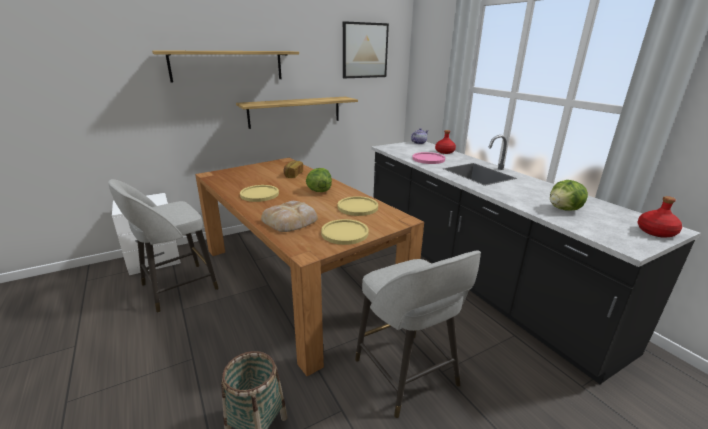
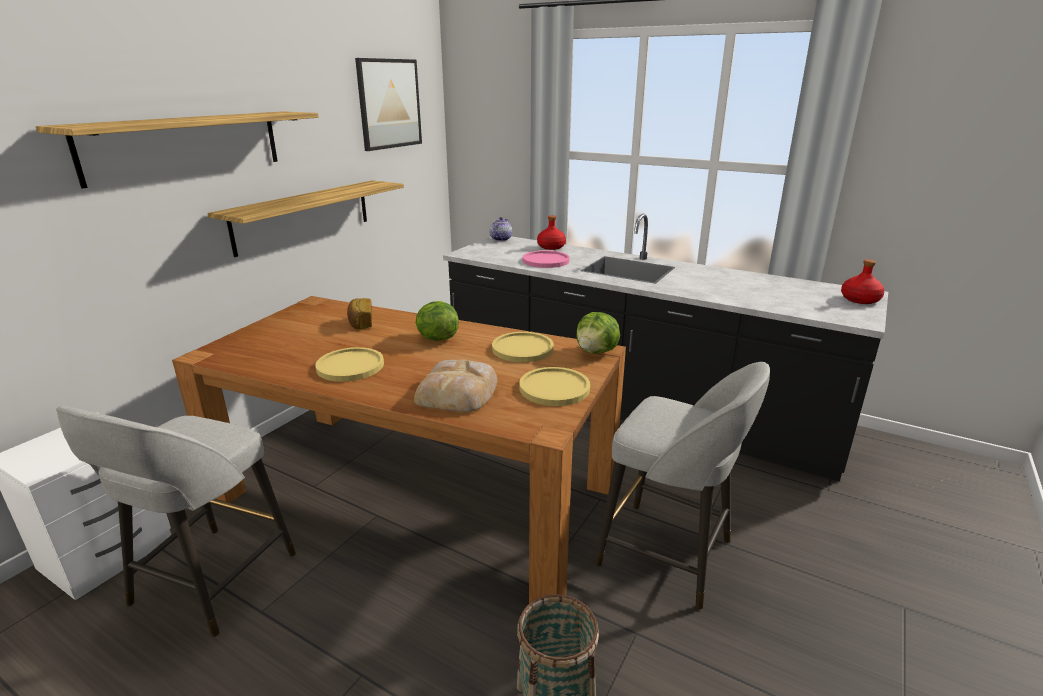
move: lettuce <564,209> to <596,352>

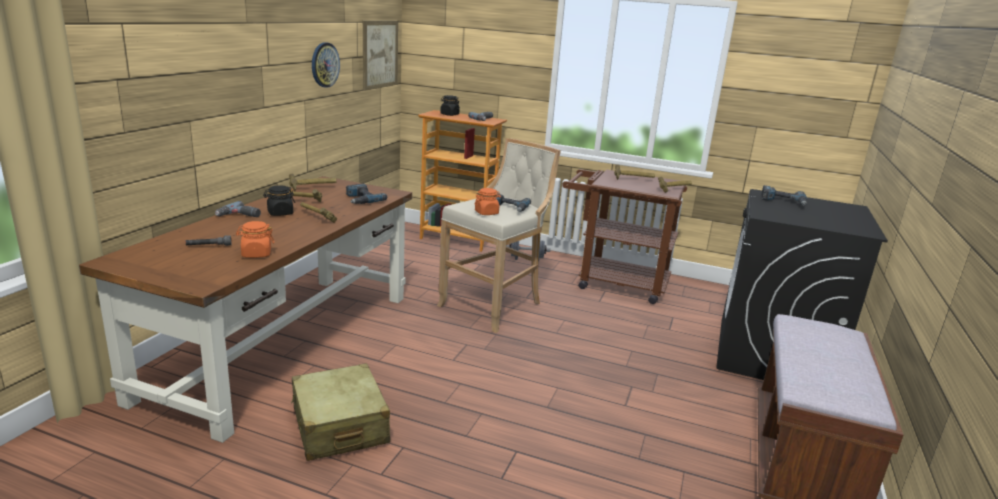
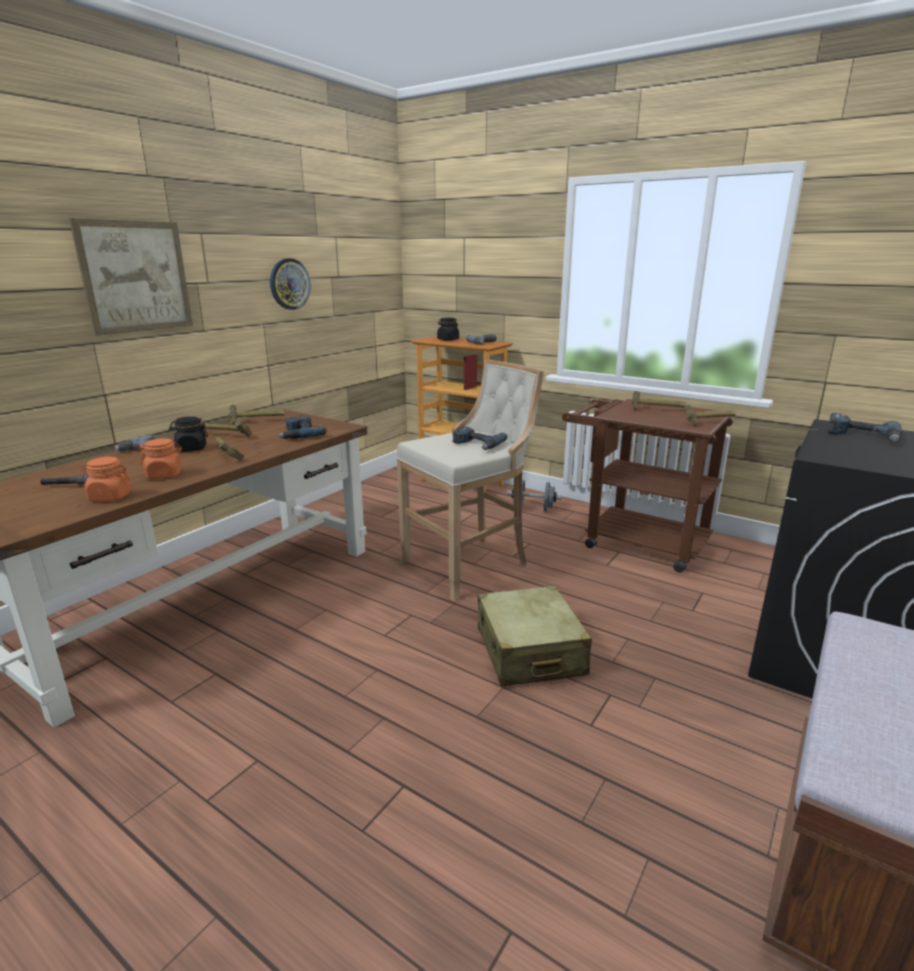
move: beige suitcase <339,426> to <529,651>; wall art <380,54> to <135,277>; orange preserve jar <486,213> to <165,475>

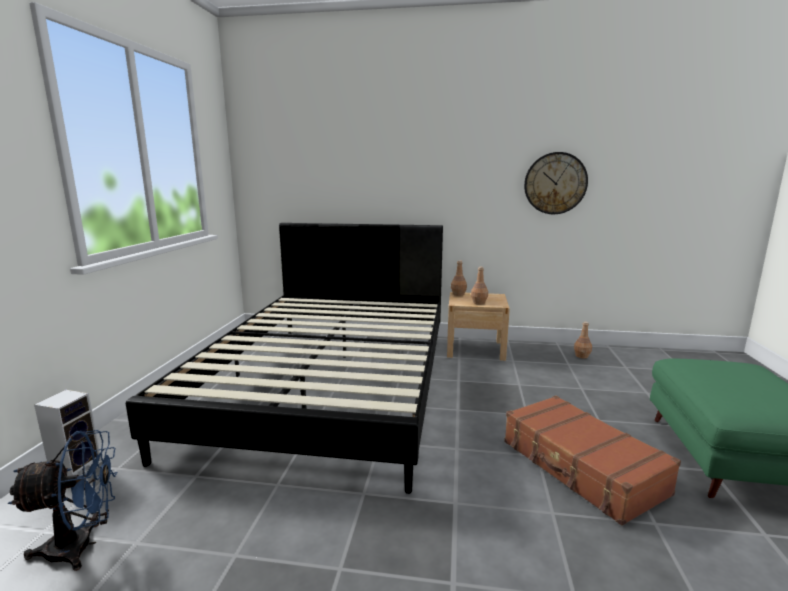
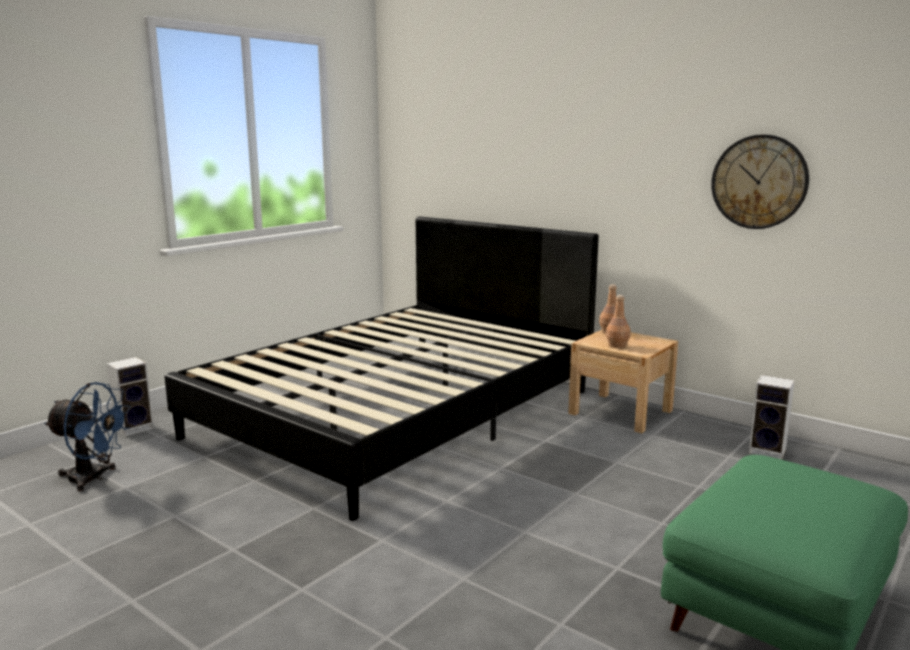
delete: brown-coloured suitcase <581,467>
replace: brown-coloured bottle <582,356> to audio speaker <768,452>

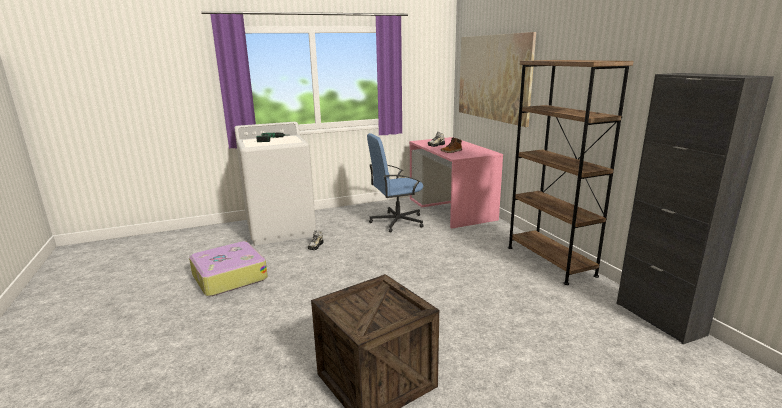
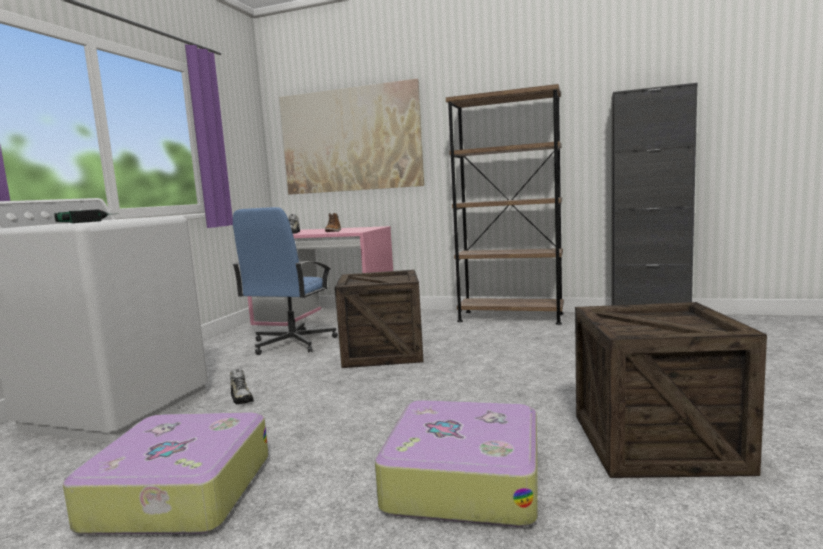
insert: packing crate <382,352>; suitcase <463,479>

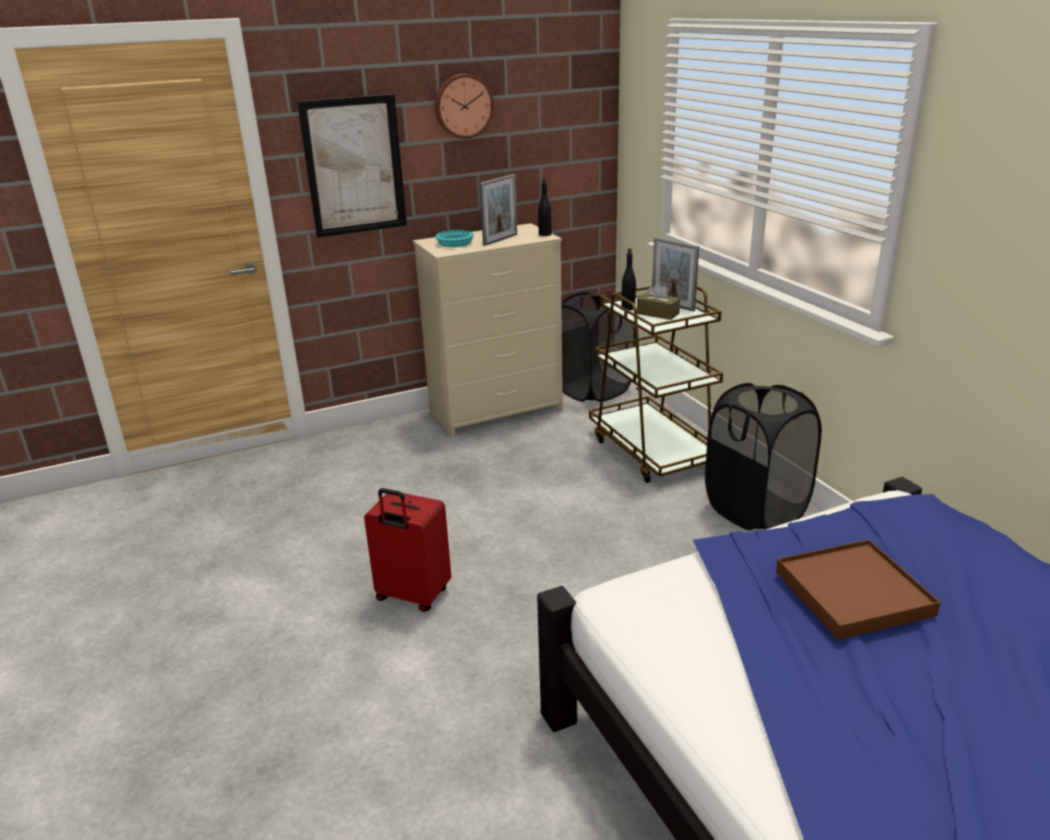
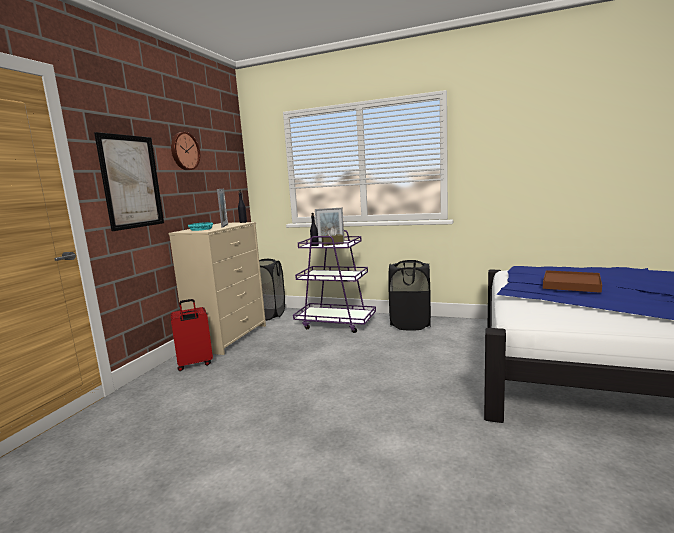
move: red-coloured suitcase <412,596> to <195,364>
recolor: brown-coloured cart <653,451> to purplish cart <336,323>

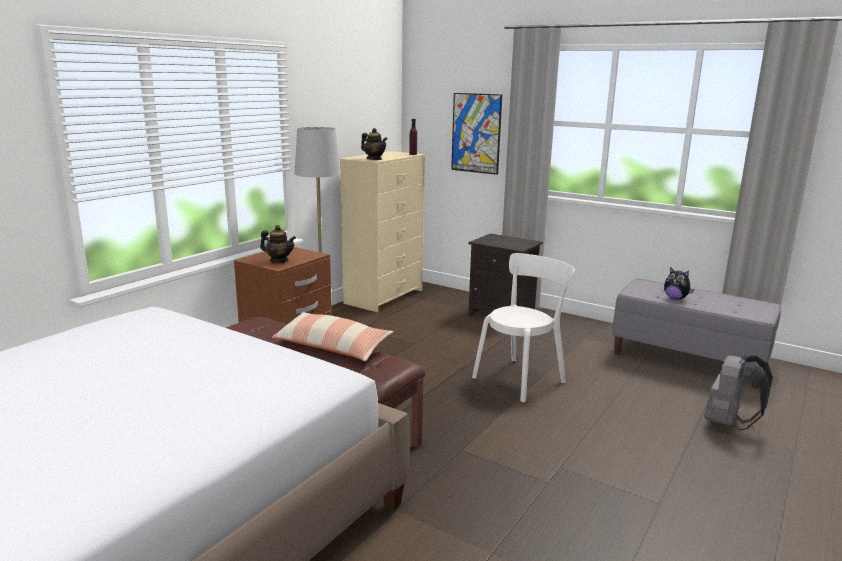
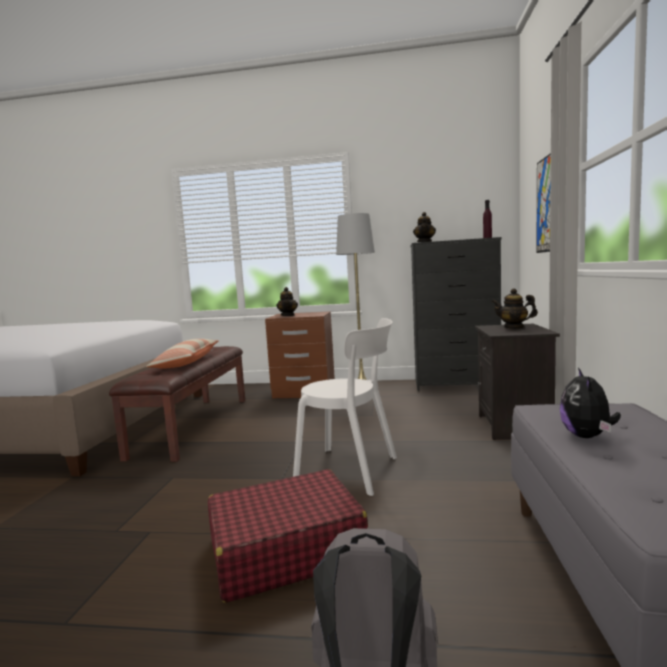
insert: red-coloured suitcase <285,549>; pot for tea <514,327>
recolor: beige drawer chest <384,296> to black drawer chest <457,384>

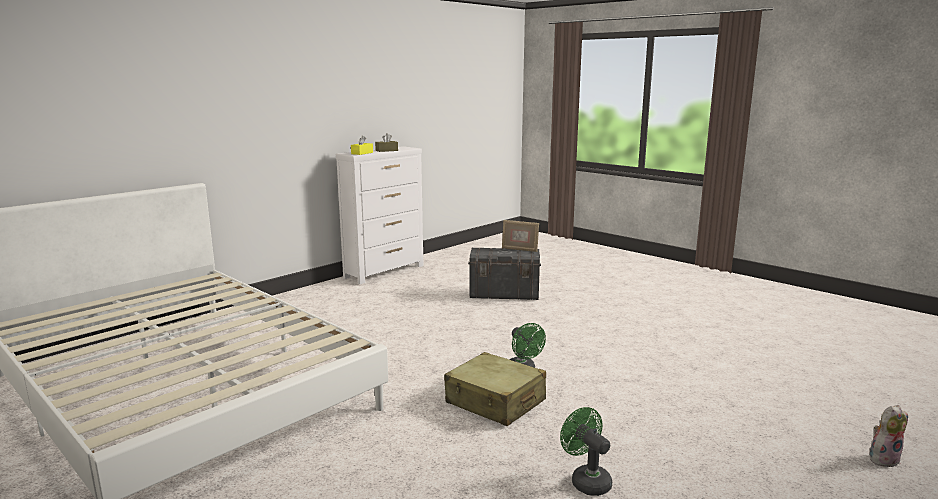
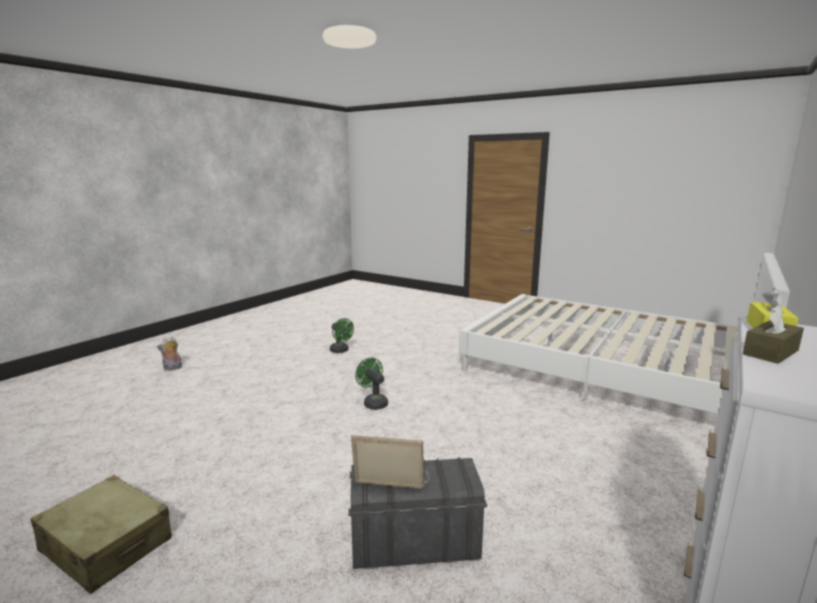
move: beige suitcase <495,402> to <107,545>

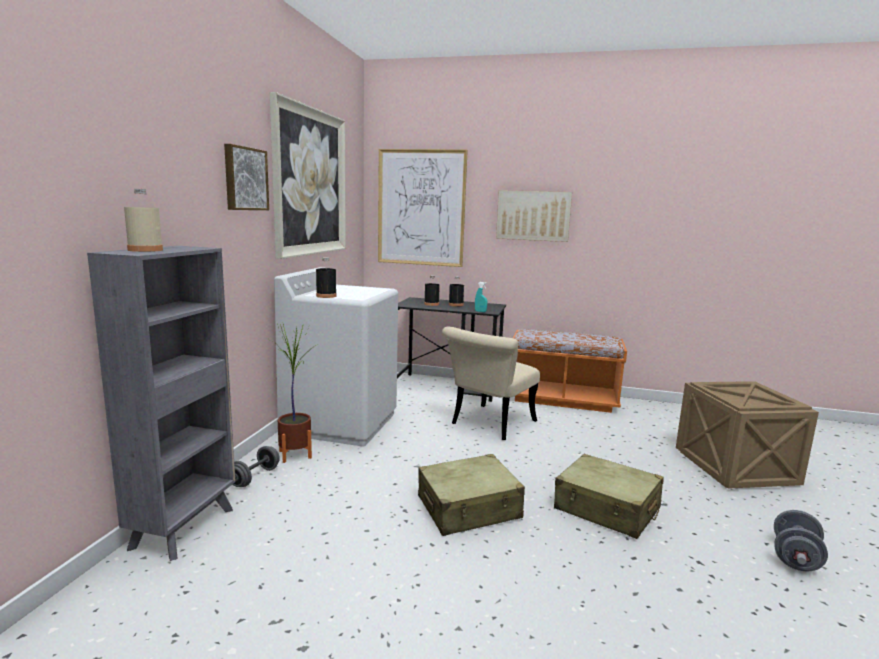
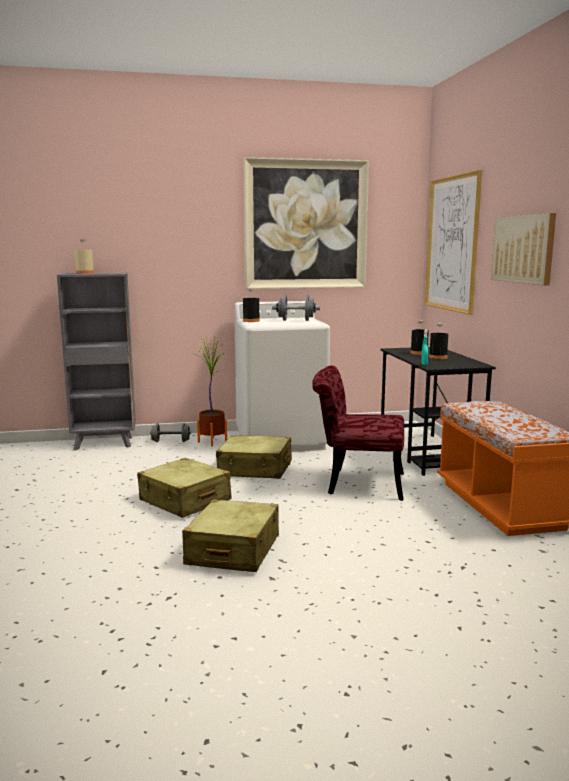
delete: wall art <245,179>; packing crate <733,466>
insert: beige suitcase <255,469>
move: grey dumbbell <795,558> to <296,320>
recolor: beige chair <488,425> to red-coloured chair <356,483>

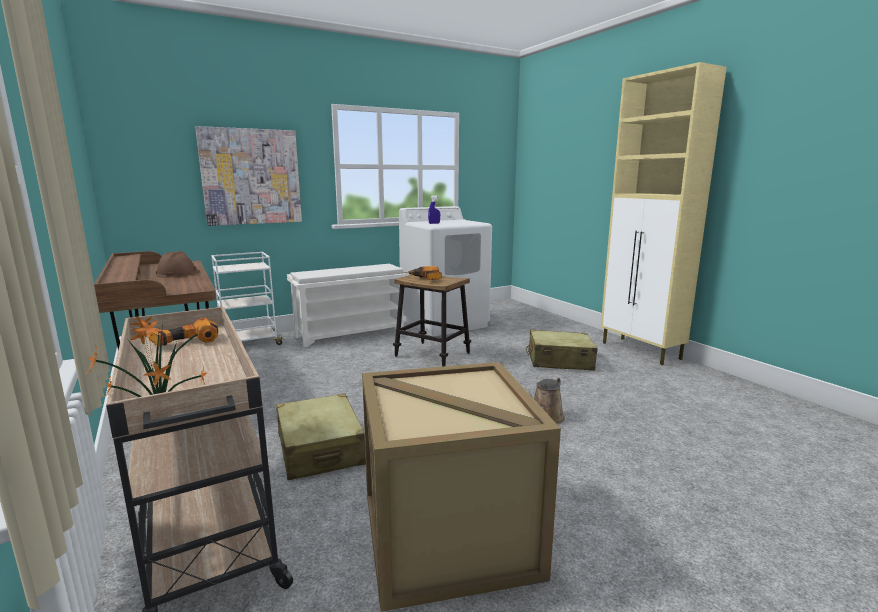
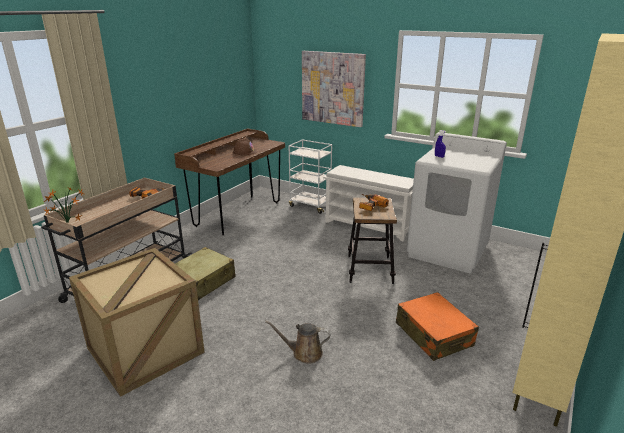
recolor: beige suitcase <559,361> to orange suitcase <433,334>

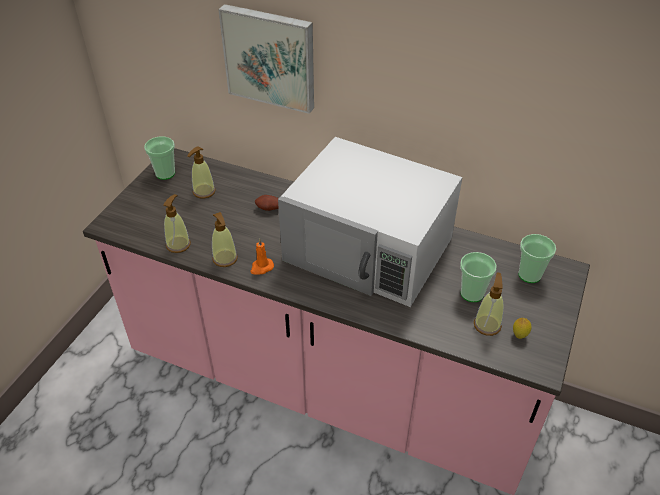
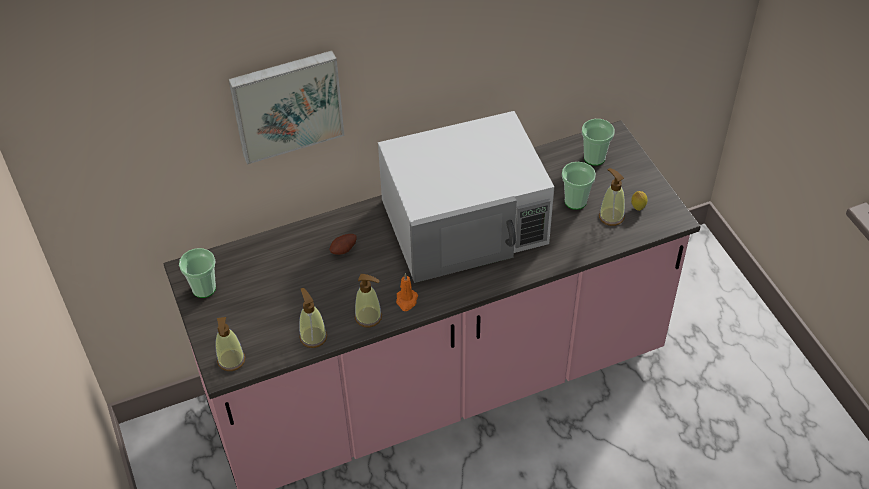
move: soap dispenser <204,191> to <231,360>

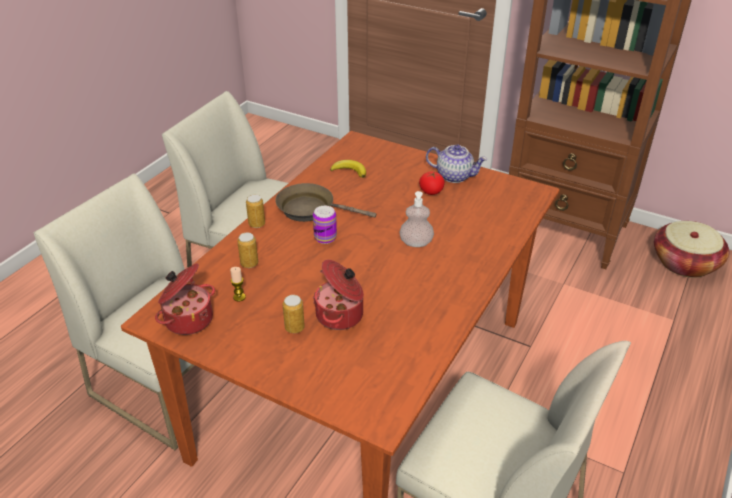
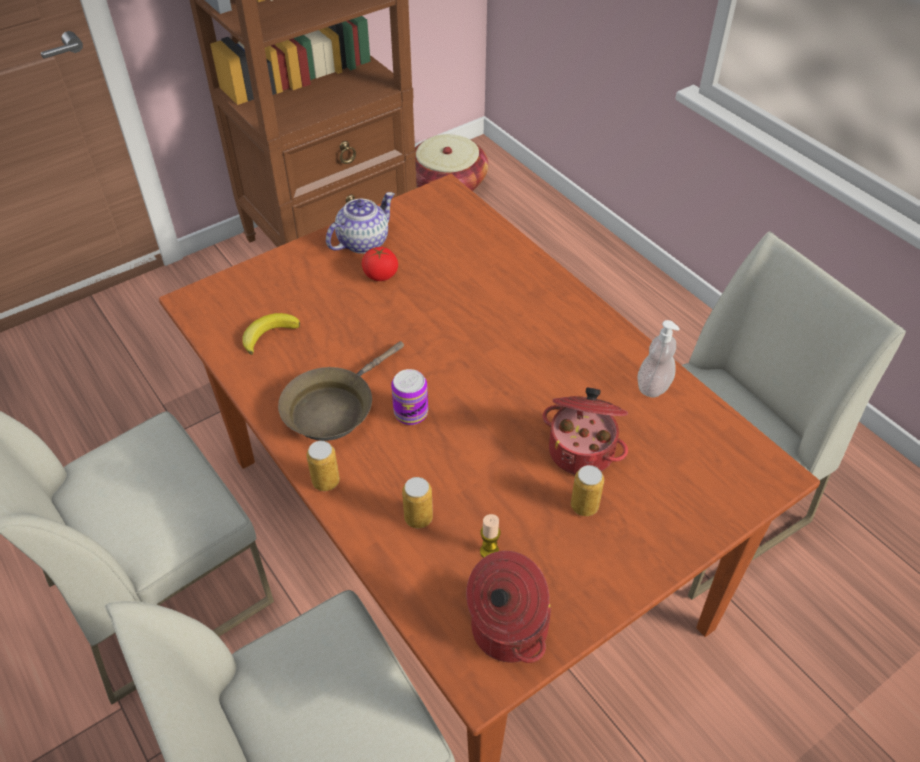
move: soap dispenser <416,243> to <653,386>

